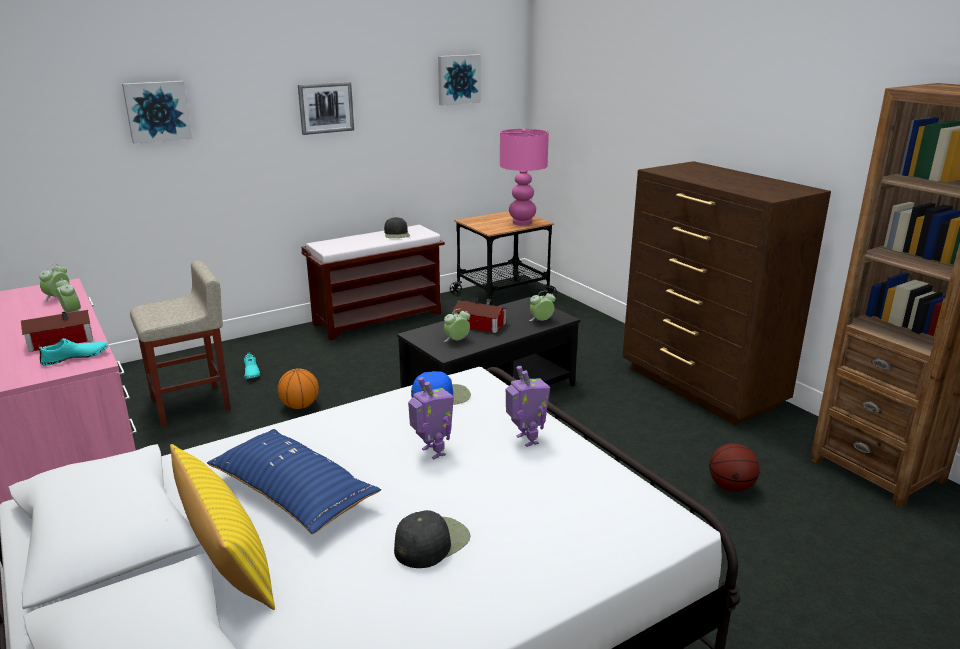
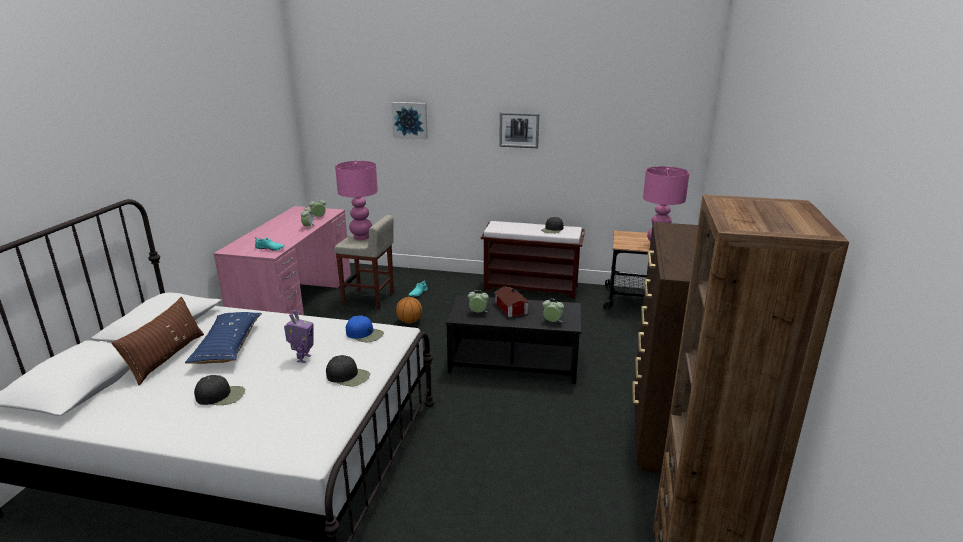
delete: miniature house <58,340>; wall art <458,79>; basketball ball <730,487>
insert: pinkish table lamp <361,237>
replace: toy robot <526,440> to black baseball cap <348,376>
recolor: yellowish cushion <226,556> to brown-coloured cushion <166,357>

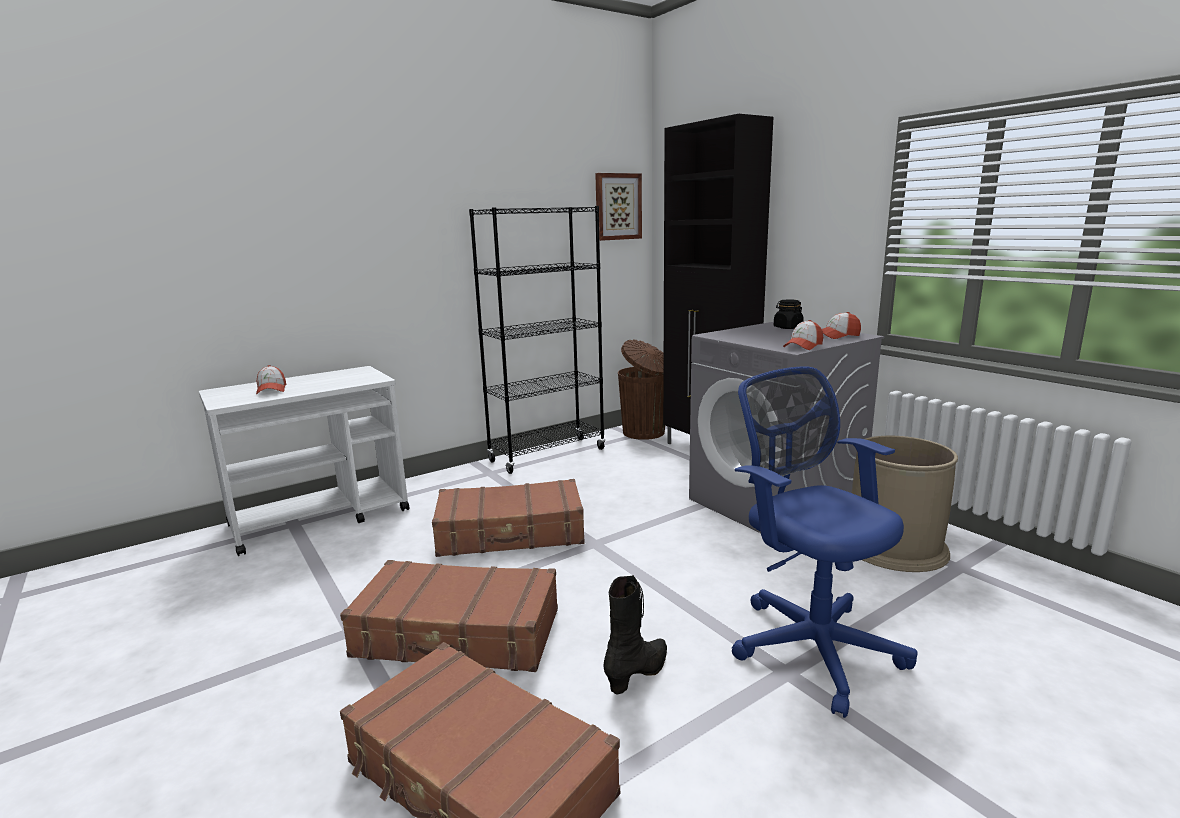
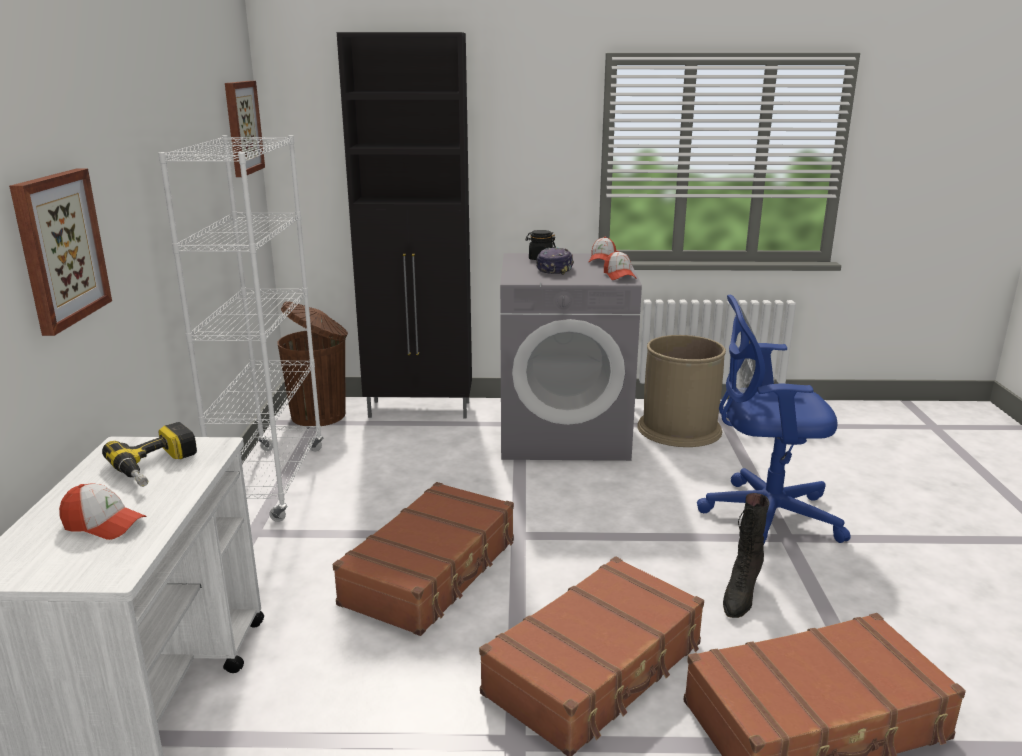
insert: wall art <59,249>; power drill <158,467>; baseball cap <554,269>
recolor: black bookshelf <547,455> to white bookshelf <272,482>
rotate: black boot <639,673> = <740,595> 135 degrees counterclockwise

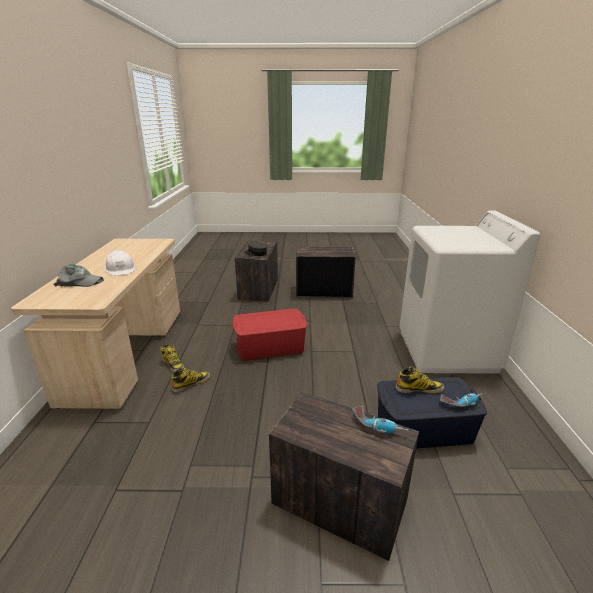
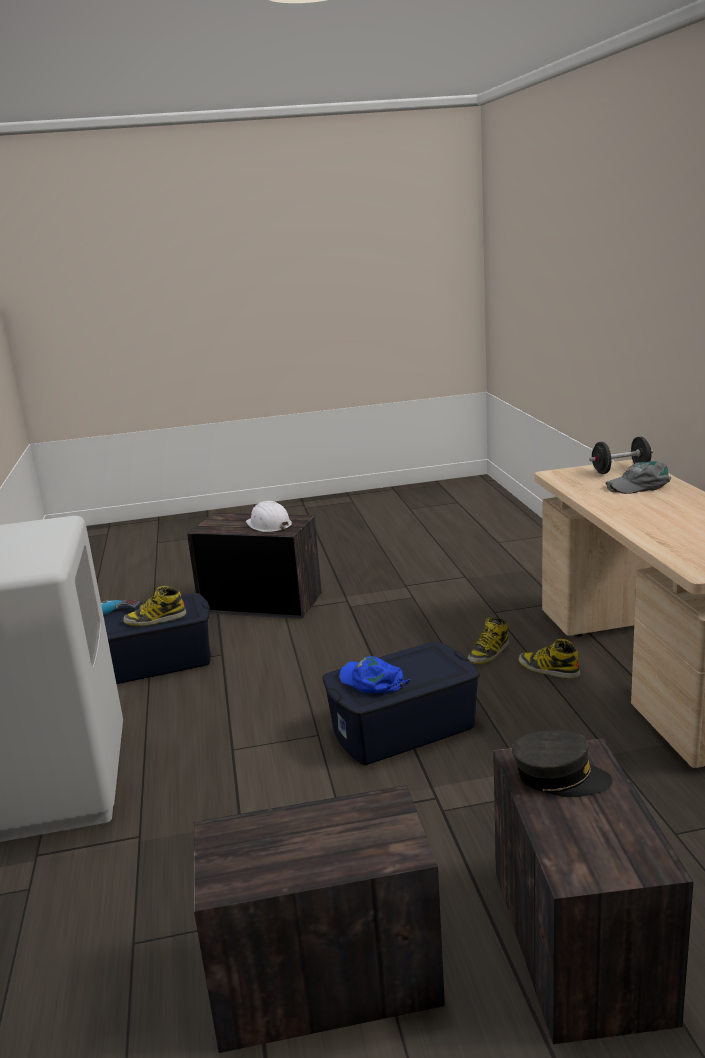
delete: power drill <378,425>
insert: bluish baseball cap <372,681>; black dumbbell <620,470>
move: white safety helmet <121,269> to <269,525>
recolor: red-coloured storage bin <270,346> to bluish storage bin <404,728>

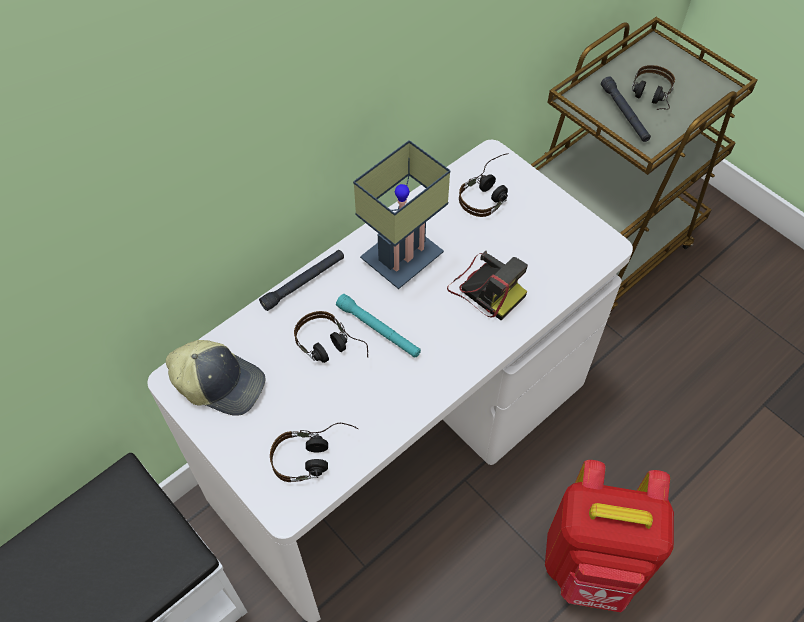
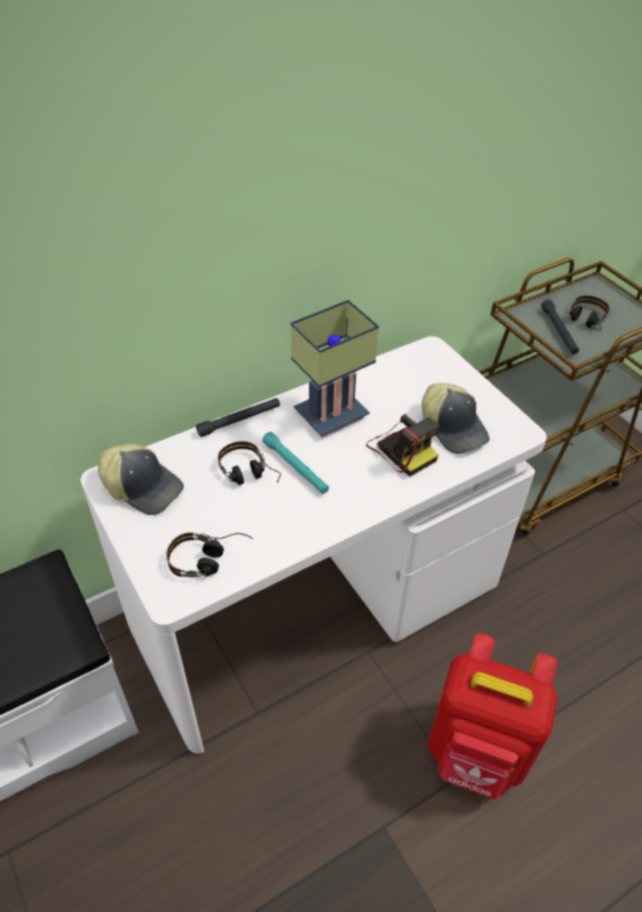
delete: pair of headphones <489,193>
insert: baseball cap <453,427>

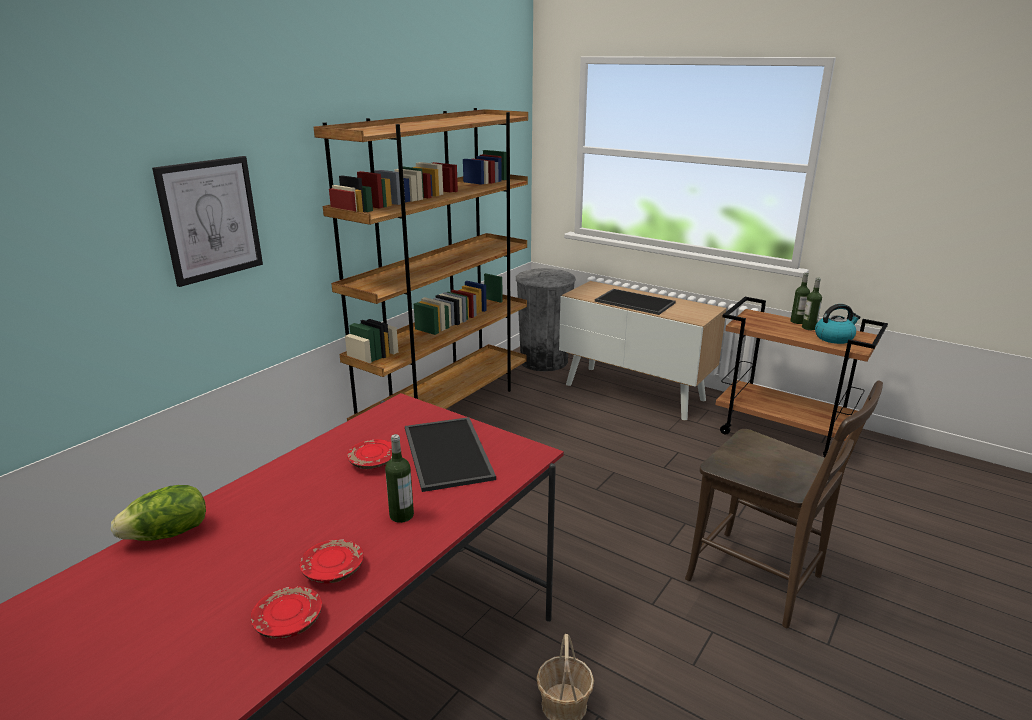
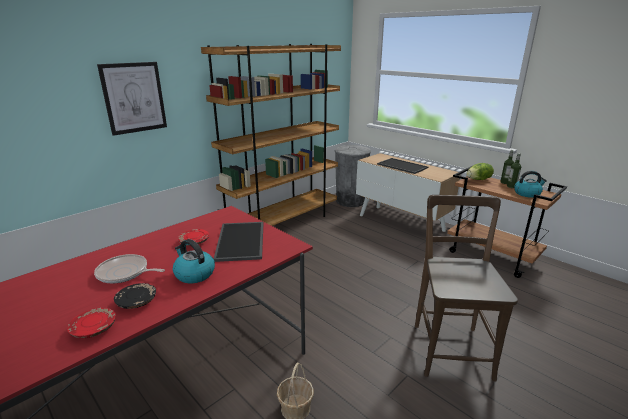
insert: frying pan <125,273>
move: lettuce <168,534> to <479,179>
replace: bottle <401,515> to tea kettle <194,274>
recolor: red-coloured plate <333,570> to black plate <136,301>
rotate: brown-coloured chair <761,581> = <450,347> 135 degrees counterclockwise

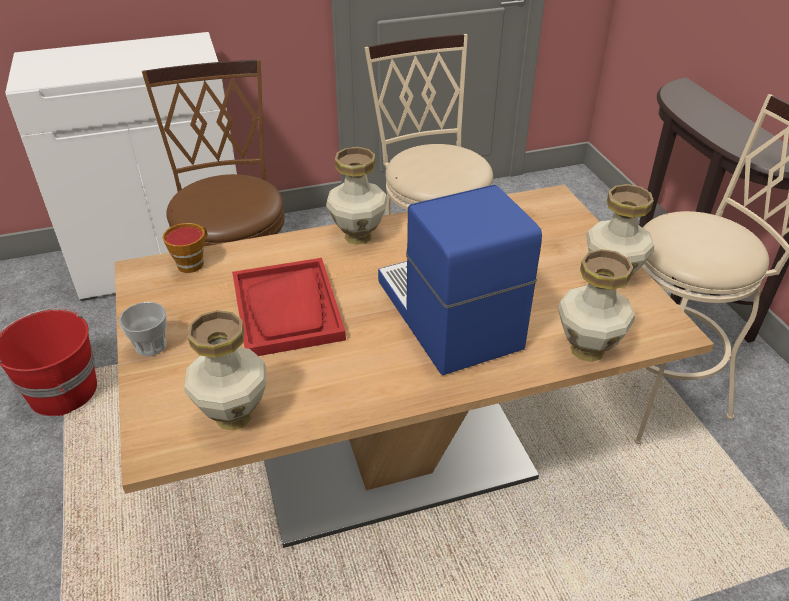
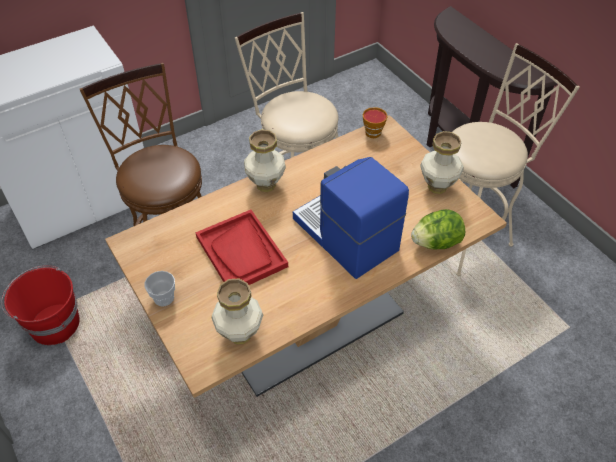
move: cup <192,263> to <373,131>
replace: decorative vase <588,350> to lettuce <436,242>

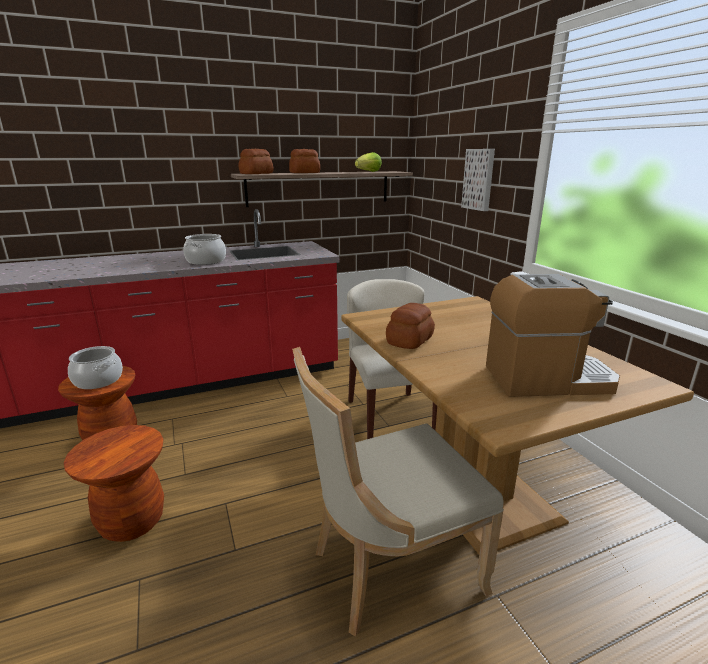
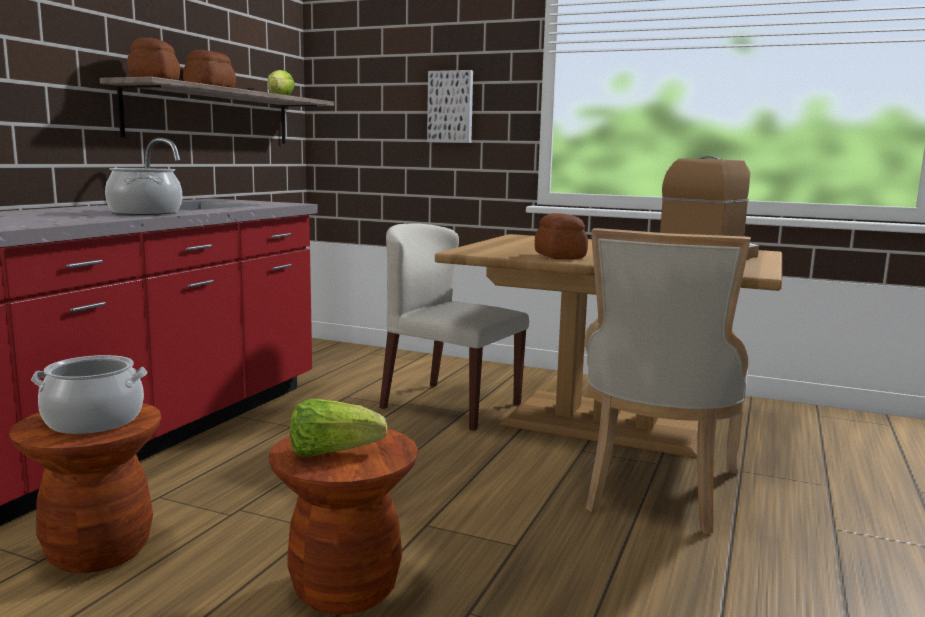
insert: lettuce <332,453>

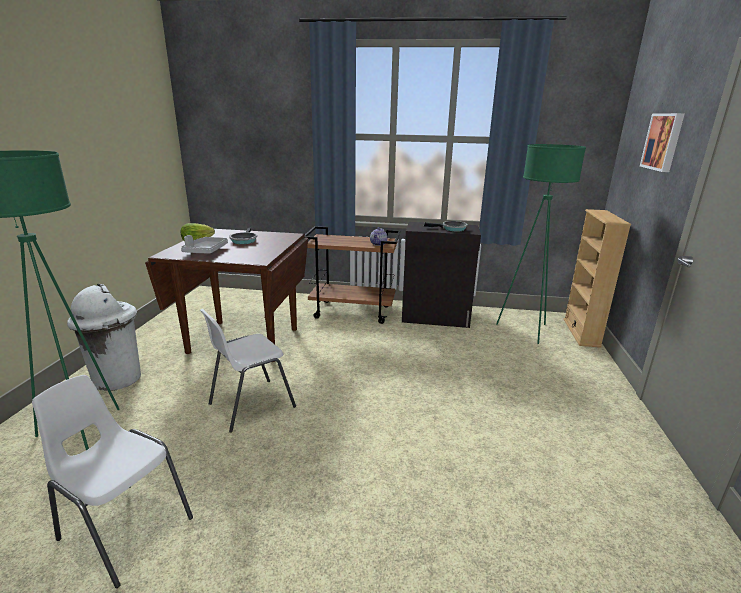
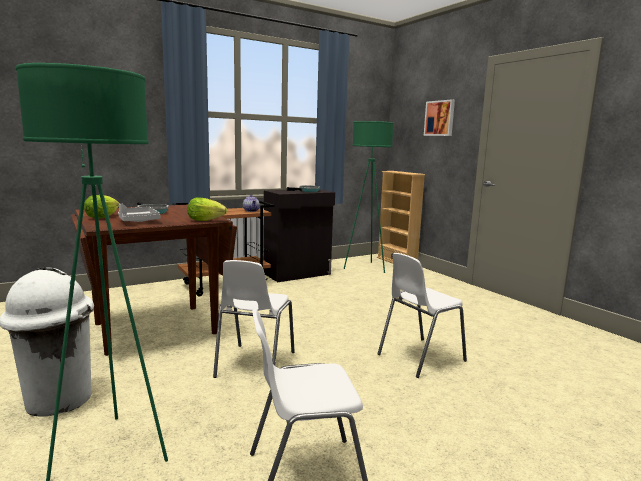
insert: lettuce <205,220>; white chair <419,357>

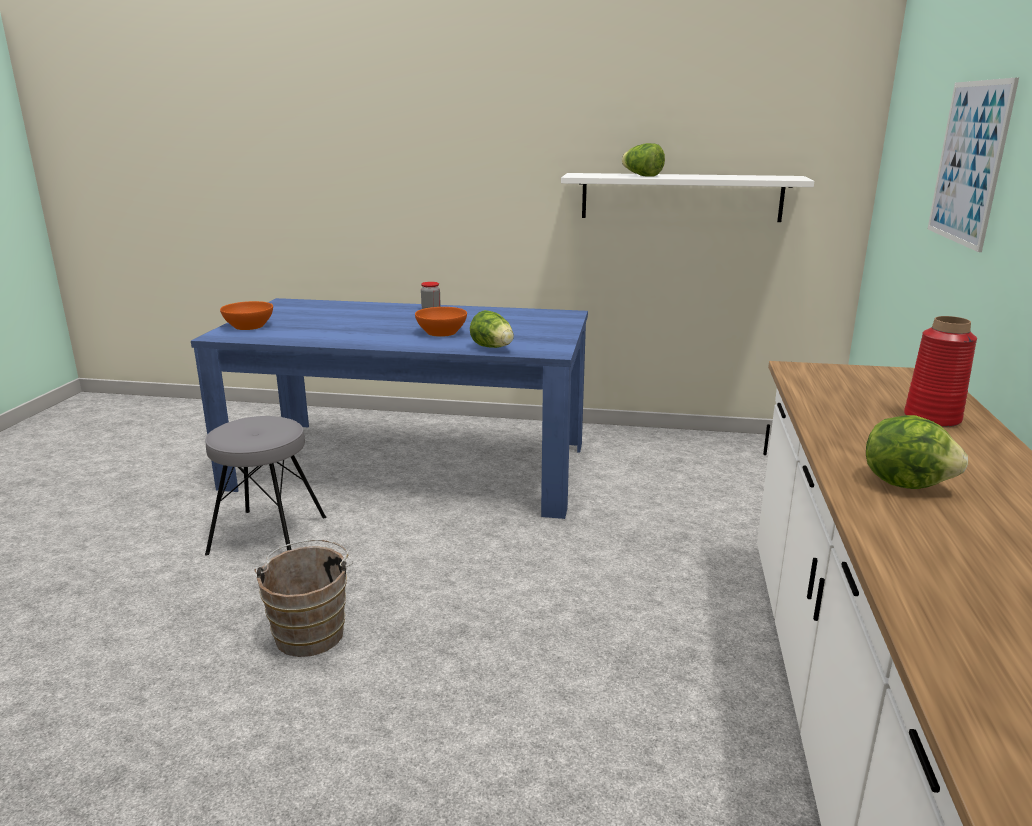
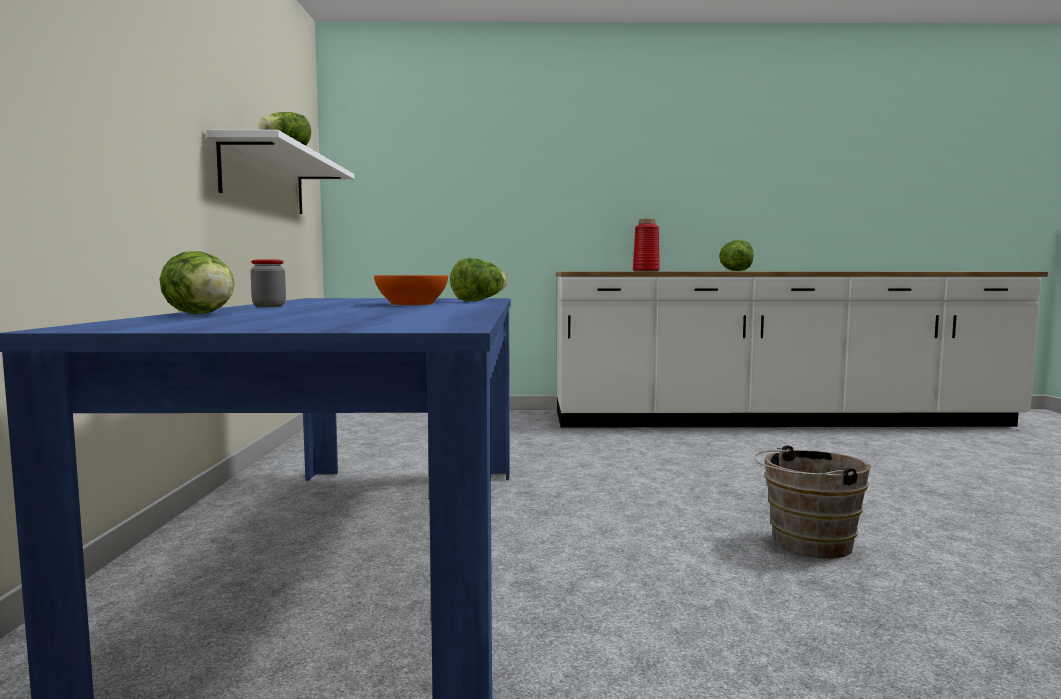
delete: grey stool seat <268,535>; orange serving bowl <248,326>; wall art <969,162>
insert: lettuce <203,314>

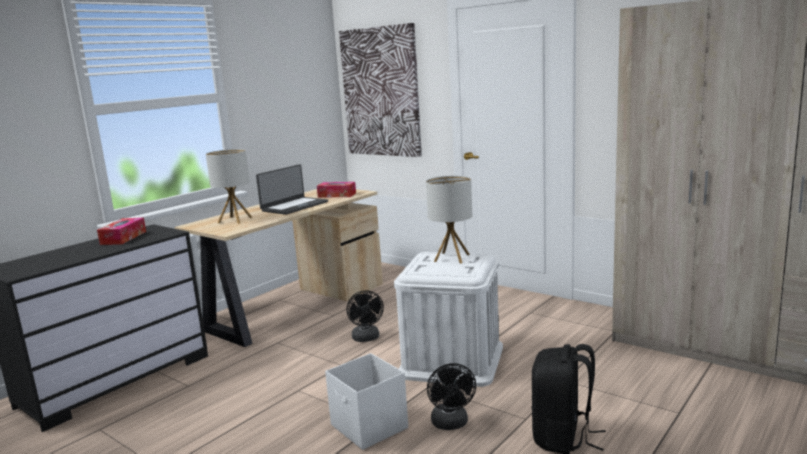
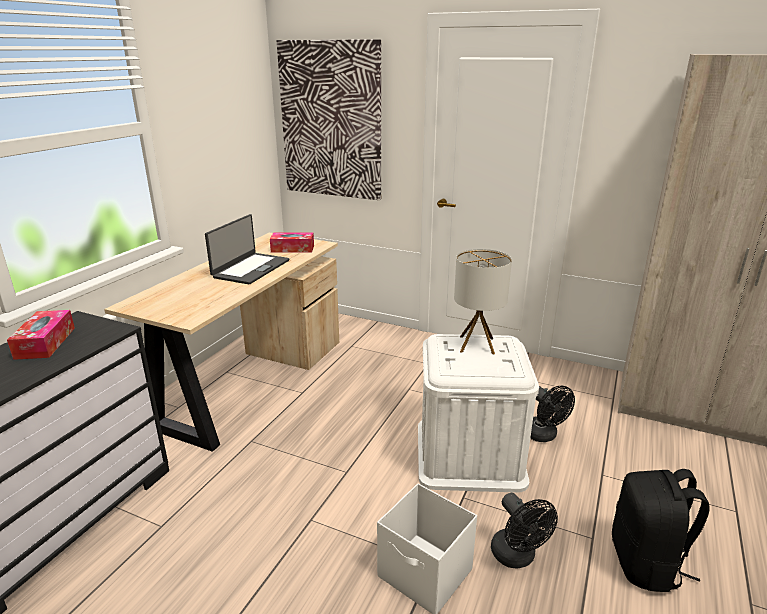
delete: table lamp <235,220>
move: black electric fan <366,338> to <543,436>

